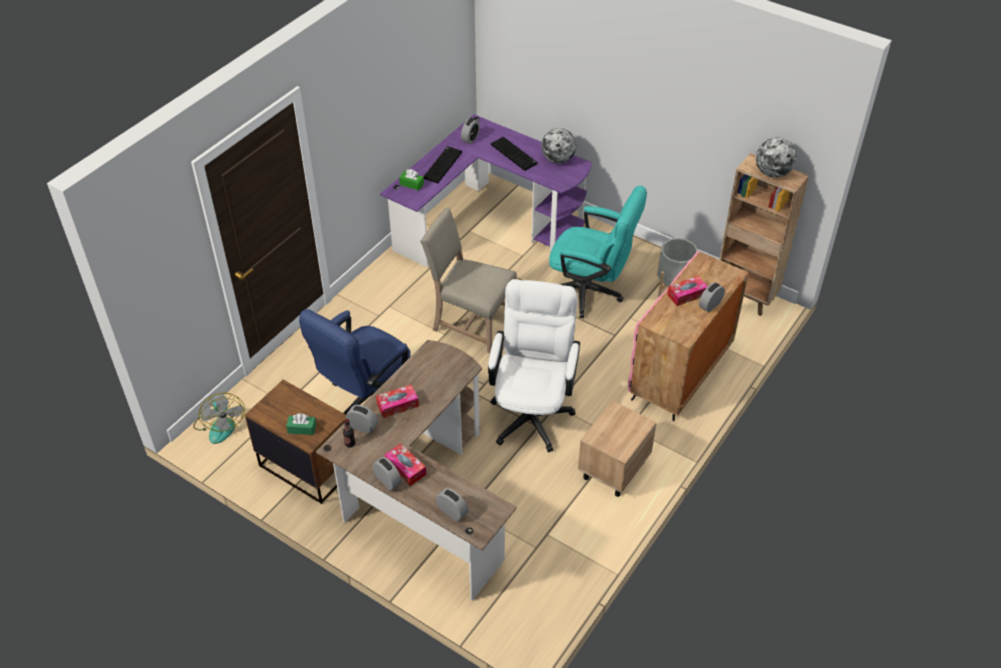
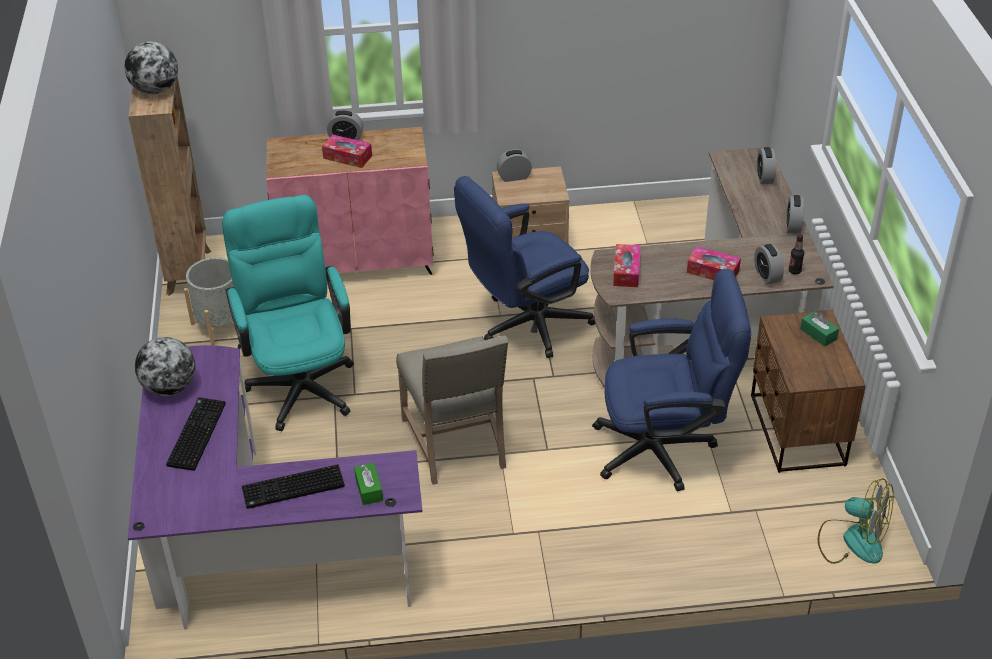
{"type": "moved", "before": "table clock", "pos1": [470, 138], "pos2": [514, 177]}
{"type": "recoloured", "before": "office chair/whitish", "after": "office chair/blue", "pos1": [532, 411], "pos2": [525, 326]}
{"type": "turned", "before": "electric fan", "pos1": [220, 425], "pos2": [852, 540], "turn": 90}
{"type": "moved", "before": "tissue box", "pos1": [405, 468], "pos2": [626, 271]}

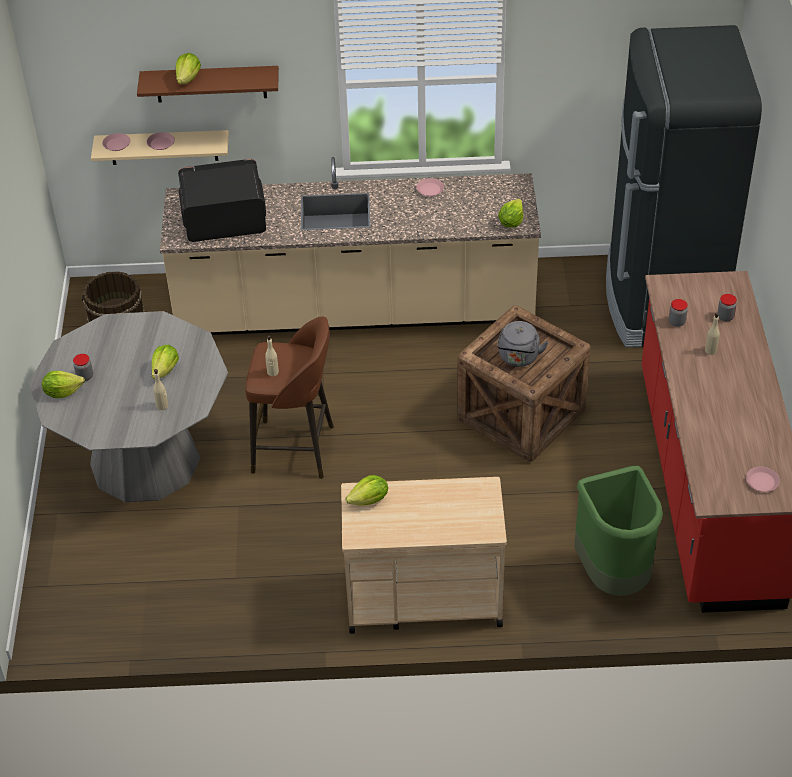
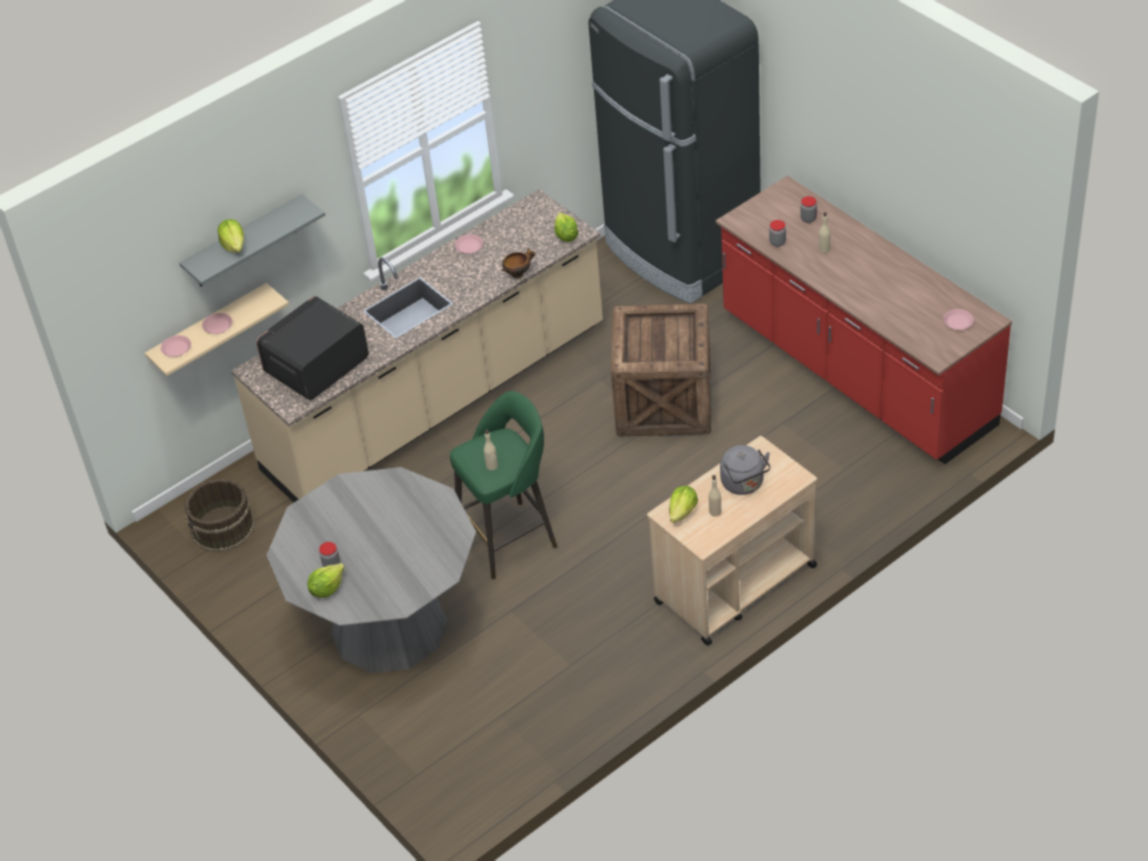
{"type": "recoloured", "before": "wall shelf/brownish", "after": "wall shelf/gray", "pos1": [210, 84], "pos2": [245, 243]}
{"type": "recoloured", "before": "sitting stool/brownish", "after": "sitting stool/green", "pos1": [296, 450], "pos2": [510, 539]}
{"type": "moved", "before": "tea kettle/gray", "pos1": [518, 358], "pos2": [744, 484]}
{"type": "removed", "before": "head of lettuce", "pos1": [165, 370]}
{"type": "moved", "before": "bottle/sand-coloured", "pos1": [162, 406], "pos2": [715, 512]}
{"type": "removed", "before": "waste bin/green", "pos1": [613, 575]}
{"type": "added", "after": "deep dish", "pos2": [518, 274]}

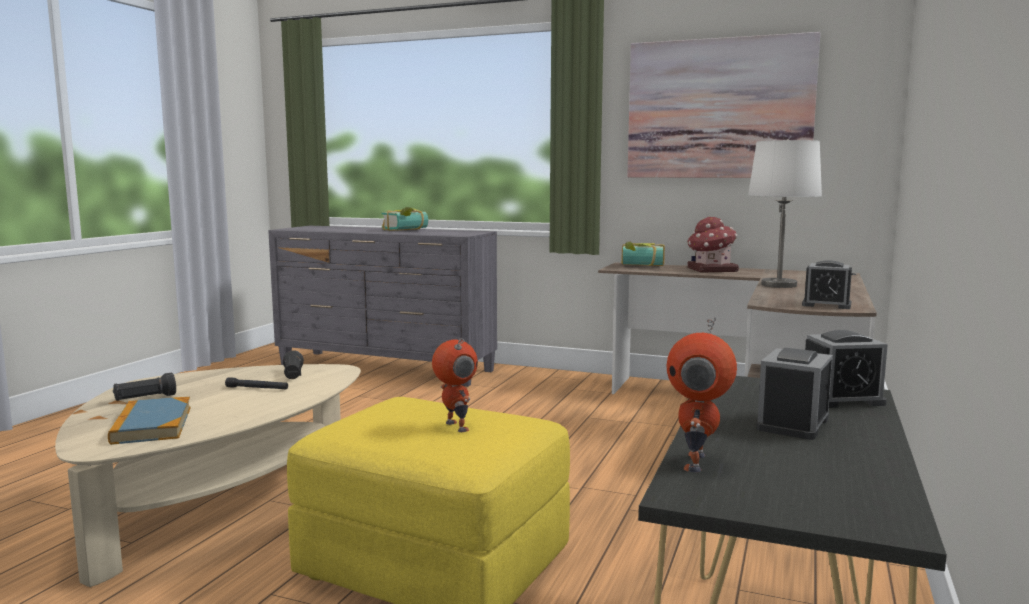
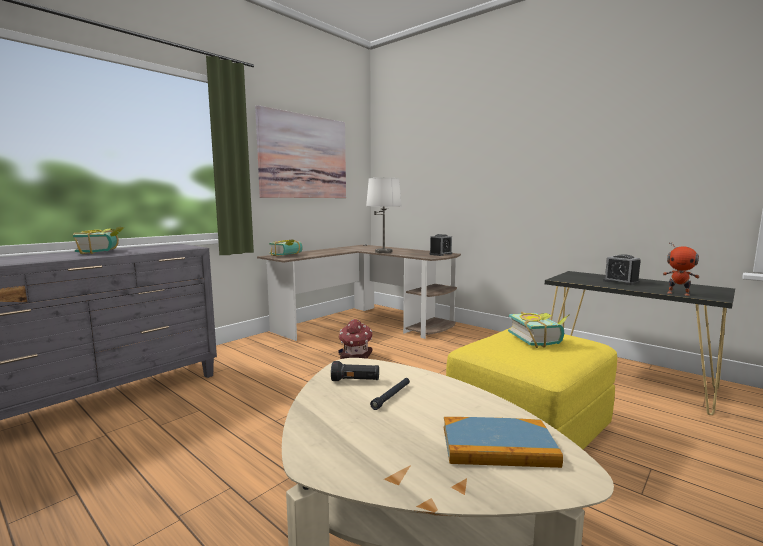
{"type": "moved", "before": "miniature house", "pos1": [711, 270], "pos2": [356, 356]}
{"type": "removed", "before": "table clock", "pos1": [841, 399]}
{"type": "replaced", "before": "robot figure", "after": "volume", "pos1": [455, 427], "pos2": [539, 339]}
{"type": "removed", "before": "hand torch/black-coloured", "pos1": [145, 399]}

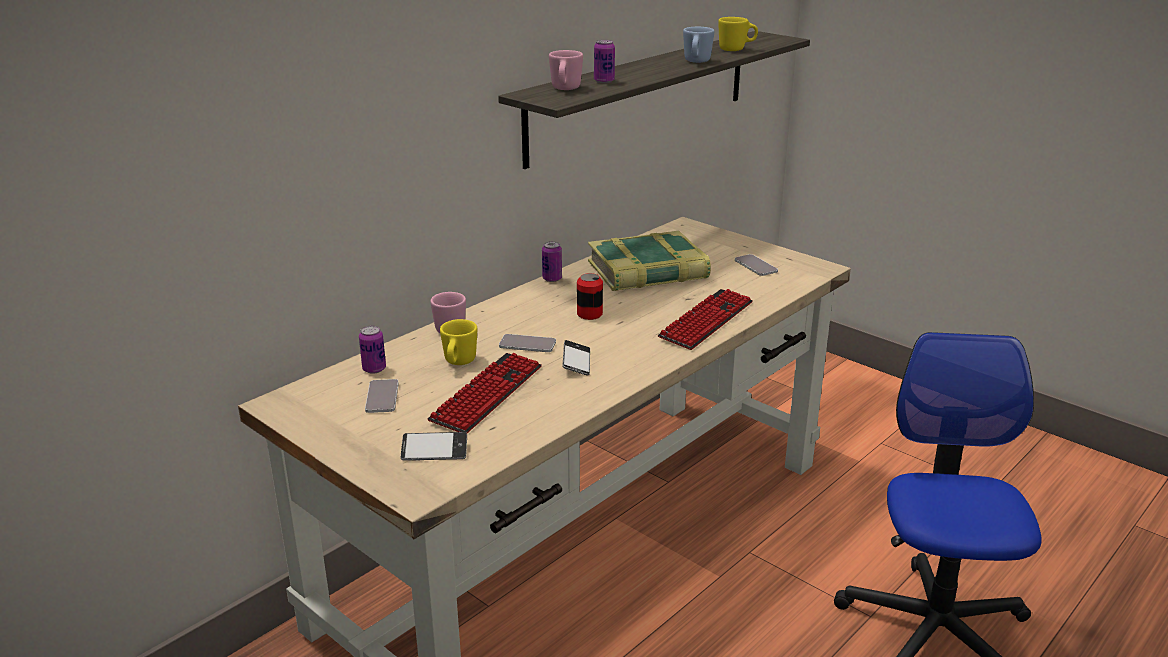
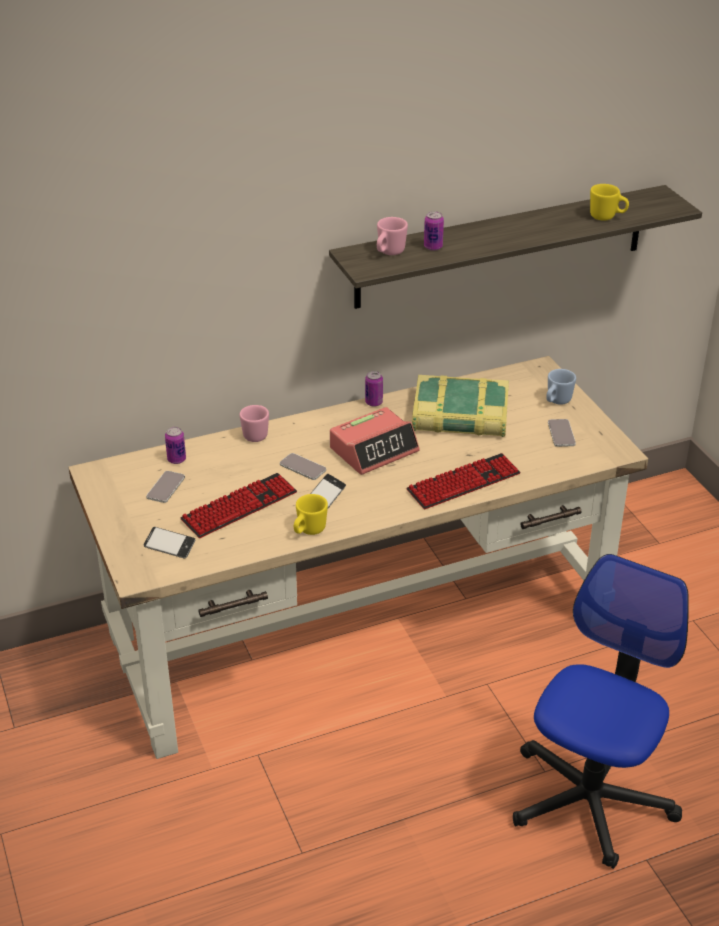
{"type": "moved", "before": "tea mug/blue", "pos1": [696, 62], "pos2": [556, 401]}
{"type": "replaced", "before": "sealed can", "after": "table clock", "pos1": [589, 314], "pos2": [374, 449]}
{"type": "moved", "before": "tea mug/yellowish", "pos1": [458, 363], "pos2": [308, 531]}

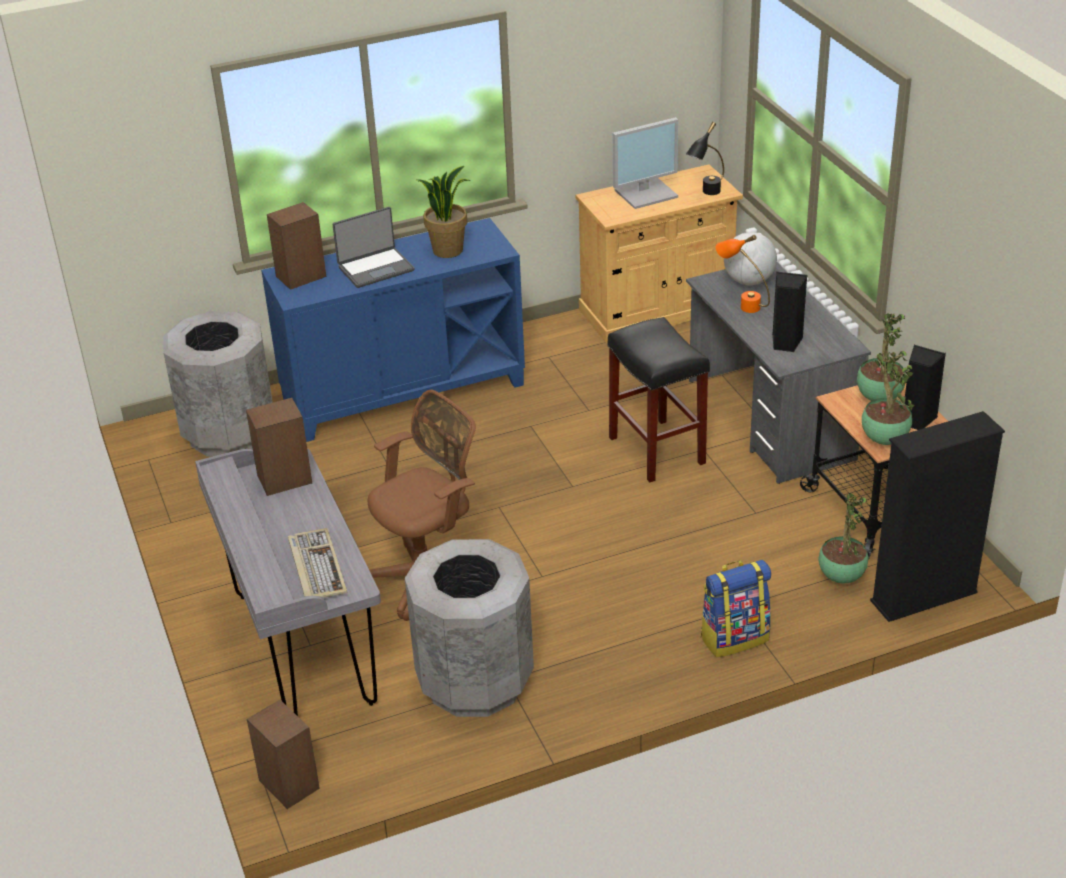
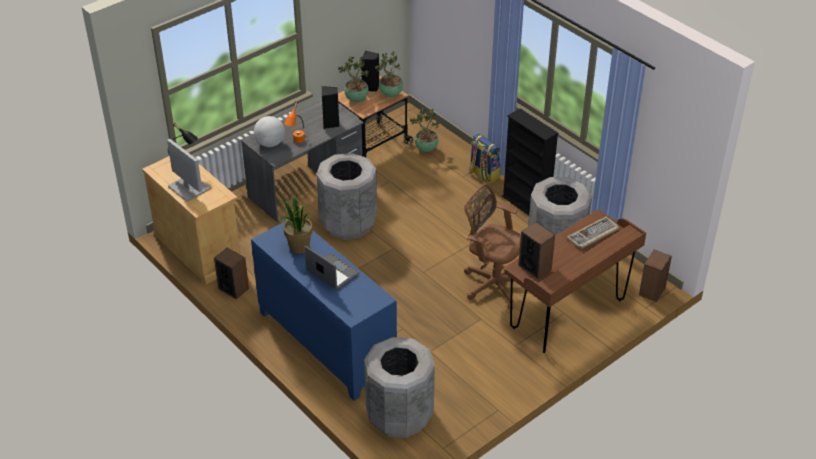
{"type": "moved", "before": "audio speaker", "pos1": [301, 276], "pos2": [233, 288]}
{"type": "replaced", "before": "sitting stool/black-coloured", "after": "waste bin/gray", "pos1": [655, 450], "pos2": [348, 224]}
{"type": "moved", "before": "shelving unit/black-coloured", "pos1": [923, 597], "pos2": [526, 205]}
{"type": "recoloured", "before": "desk table/gray", "after": "desk table/brownish", "pos1": [303, 649], "pos2": [568, 314]}

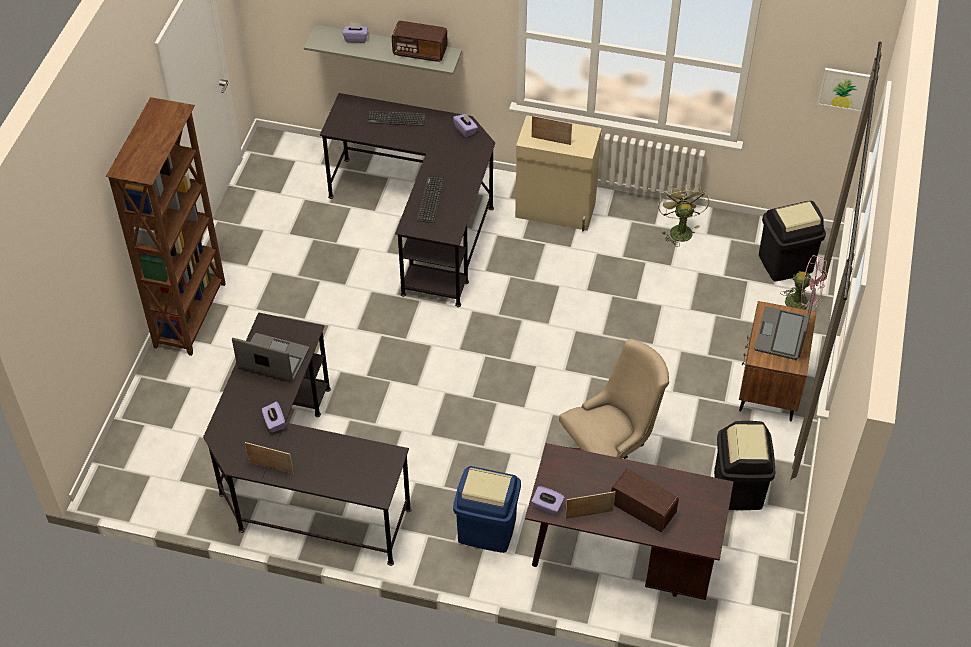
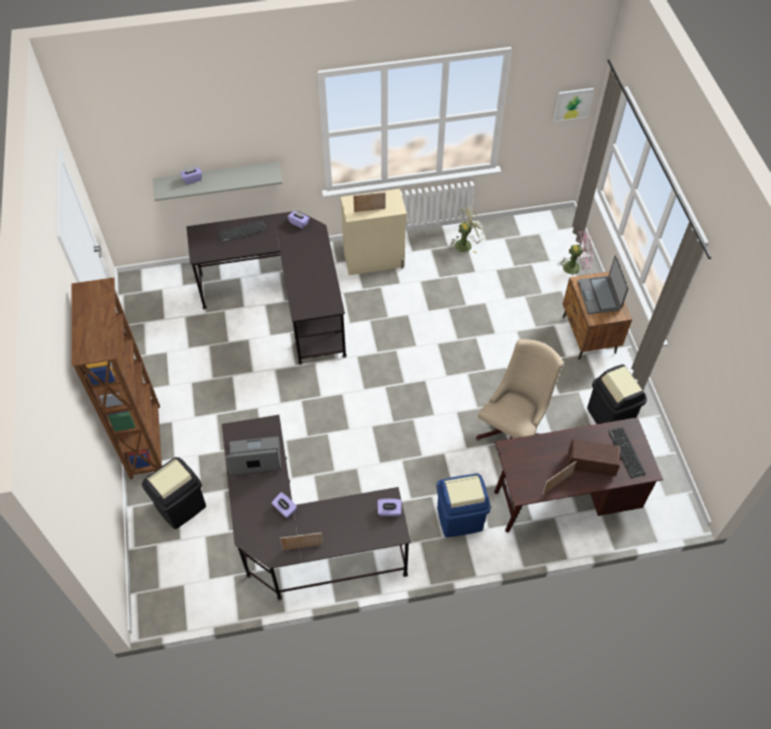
{"type": "removed", "before": "radio receiver", "pos1": [420, 52]}
{"type": "moved", "before": "PC keyboard", "pos1": [430, 200], "pos2": [626, 452]}
{"type": "turned", "before": "electric fan/green", "pos1": [679, 229], "pos2": [466, 244], "turn": 90}
{"type": "moved", "before": "waste bin/black-coloured", "pos1": [785, 263], "pos2": [181, 506]}
{"type": "moved", "before": "tissue box/purple-coloured", "pos1": [547, 506], "pos2": [389, 511]}

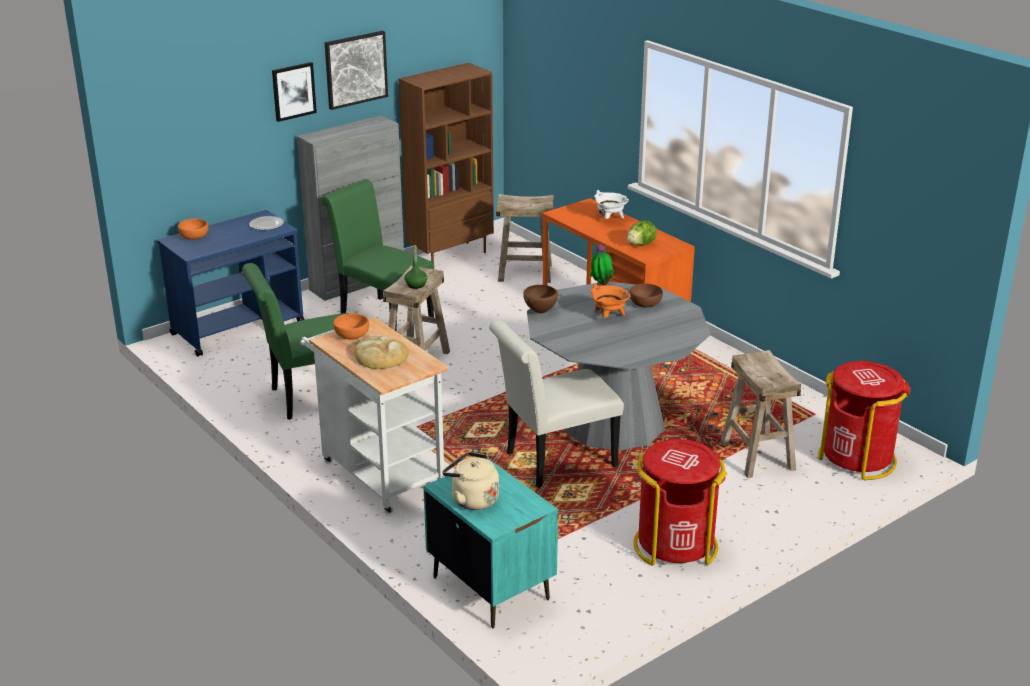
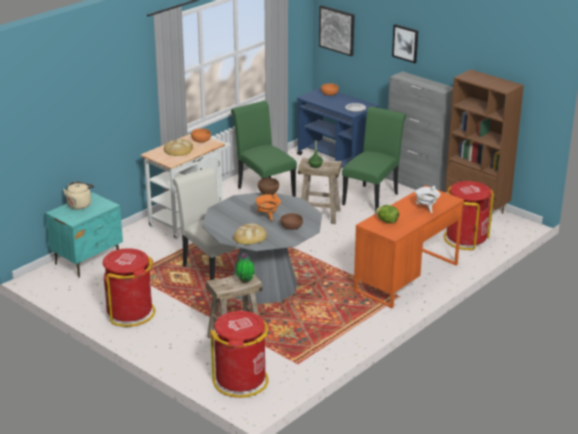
{"type": "moved", "before": "wall picture", "pos1": [355, 69], "pos2": [337, 30]}
{"type": "replaced", "before": "sitting stool/sand-coloured", "after": "waste bin/reddish", "pos1": [525, 273], "pos2": [465, 238]}
{"type": "moved", "before": "potted plant", "pos1": [601, 284], "pos2": [245, 281]}
{"type": "added", "after": "baked bread", "pos2": [250, 236]}

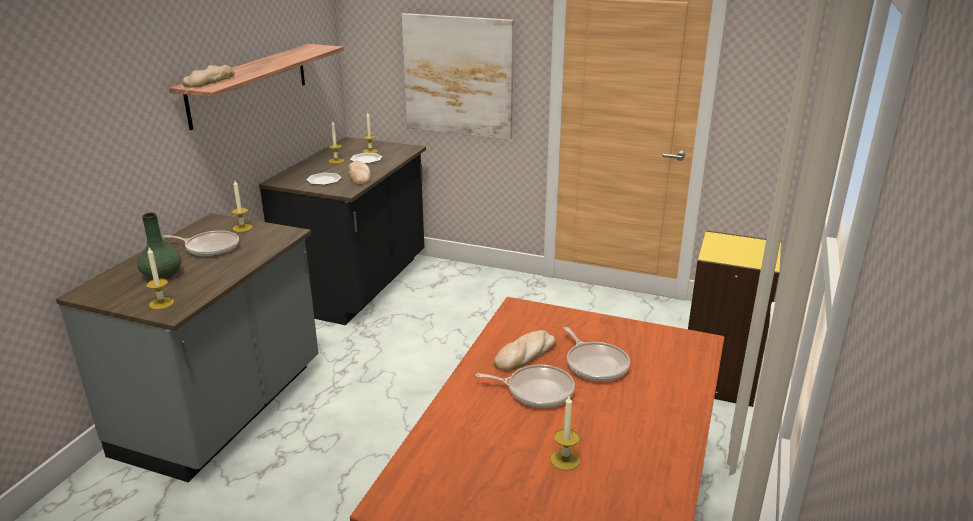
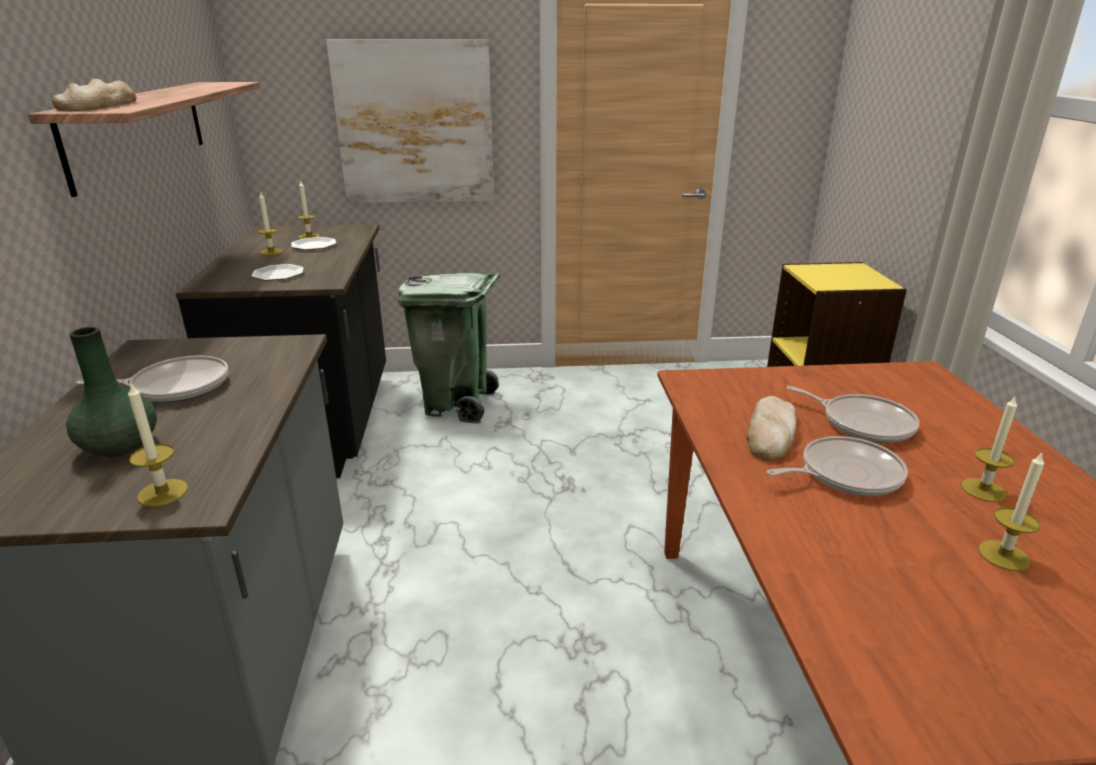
{"type": "removed", "before": "baked bread", "pos1": [359, 176]}
{"type": "moved", "before": "wax candle", "pos1": [242, 228], "pos2": [983, 490]}
{"type": "added", "after": "waste bin/green", "pos2": [457, 404]}

